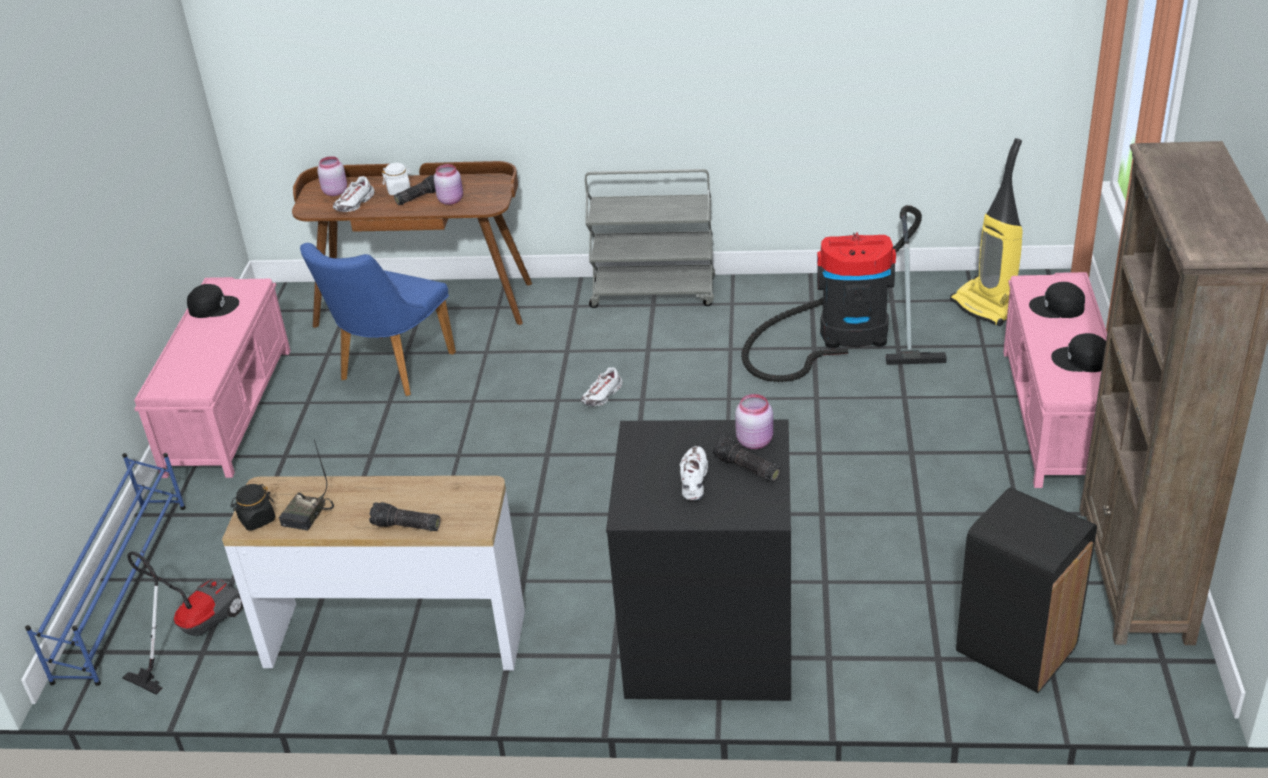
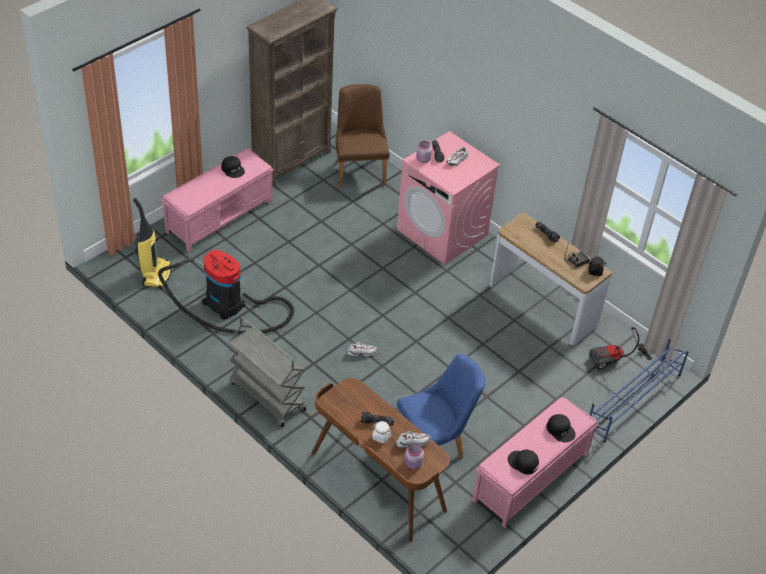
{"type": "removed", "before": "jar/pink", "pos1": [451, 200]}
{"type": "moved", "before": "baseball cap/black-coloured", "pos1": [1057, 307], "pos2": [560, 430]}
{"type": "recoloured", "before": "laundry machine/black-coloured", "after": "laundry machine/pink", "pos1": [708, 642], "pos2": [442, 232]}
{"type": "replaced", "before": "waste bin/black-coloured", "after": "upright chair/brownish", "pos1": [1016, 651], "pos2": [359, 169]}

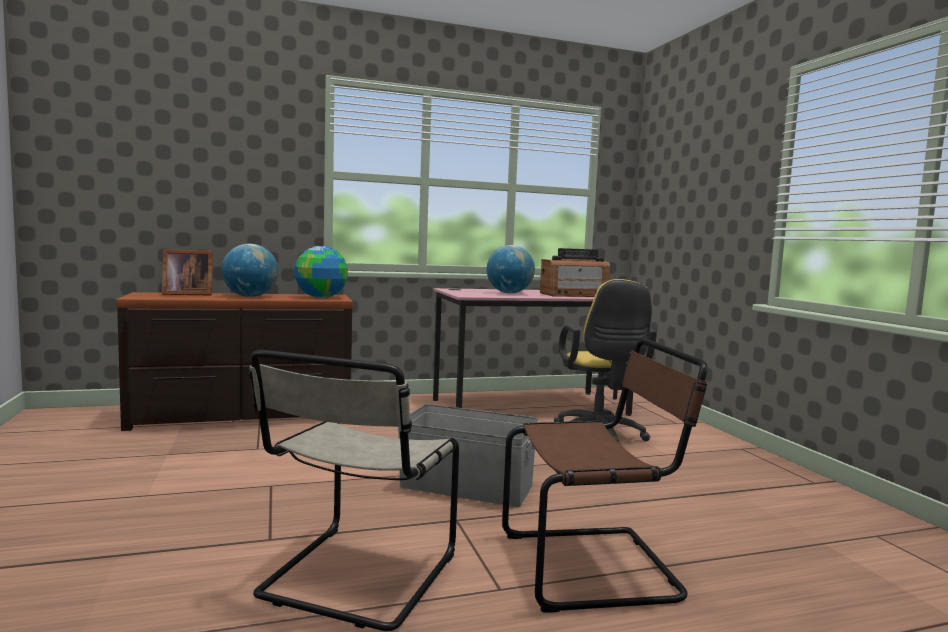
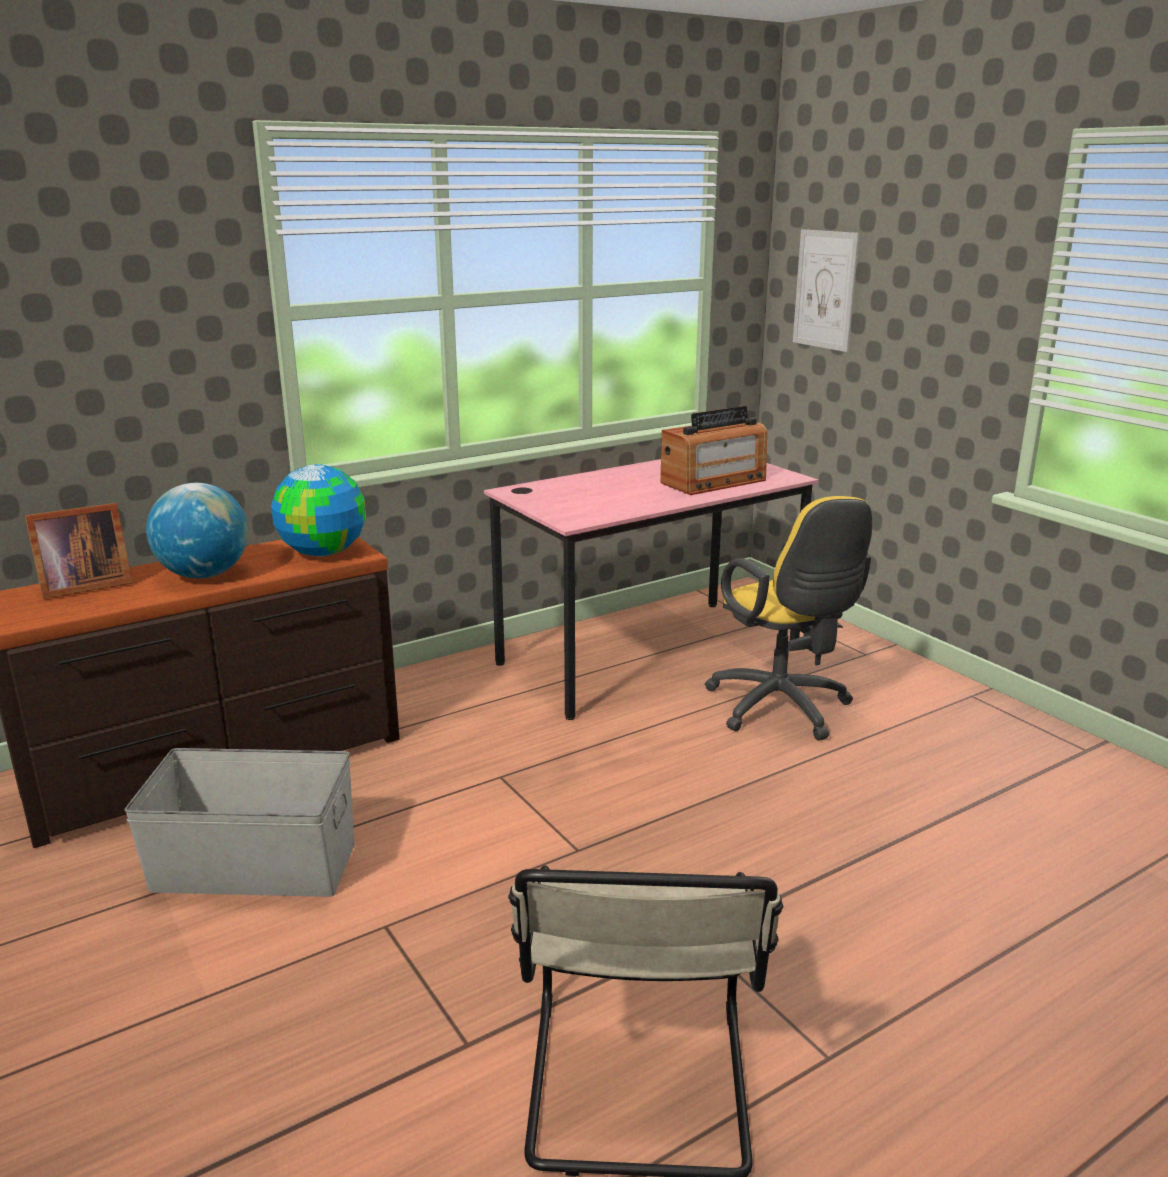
{"type": "removed", "before": "world globe", "pos1": [509, 293]}
{"type": "removed", "before": "upright chair/brownish", "pos1": [595, 566]}
{"type": "moved", "before": "storage box/gray", "pos1": [466, 485], "pos2": [254, 866]}
{"type": "added", "after": "wall picture", "pos2": [825, 290]}

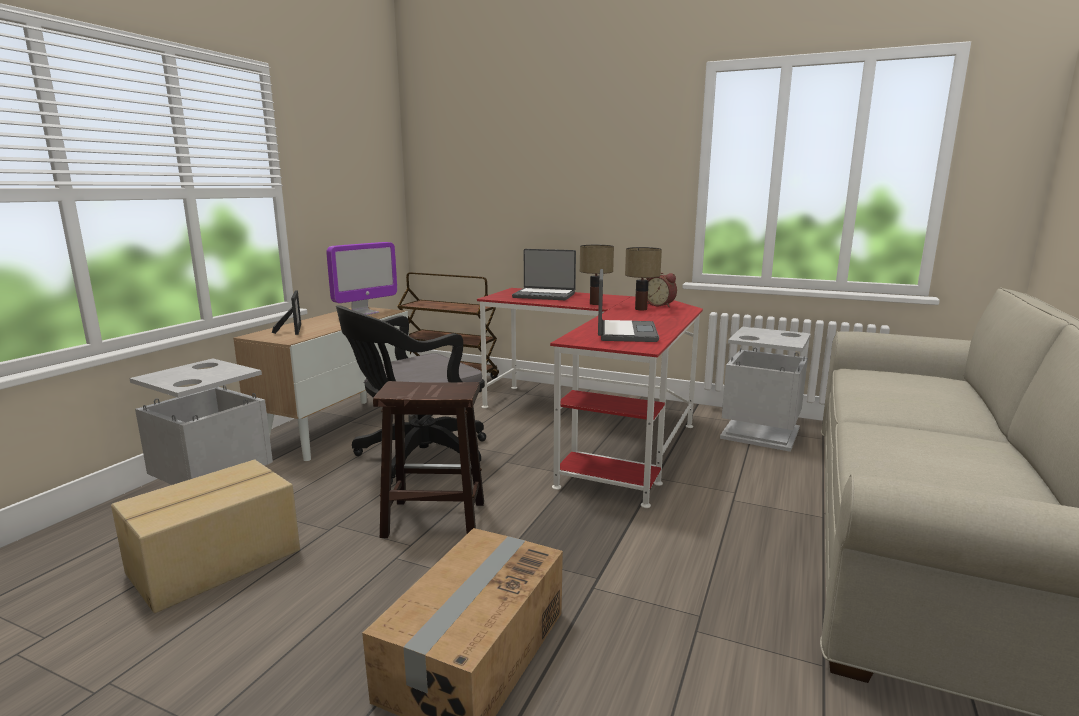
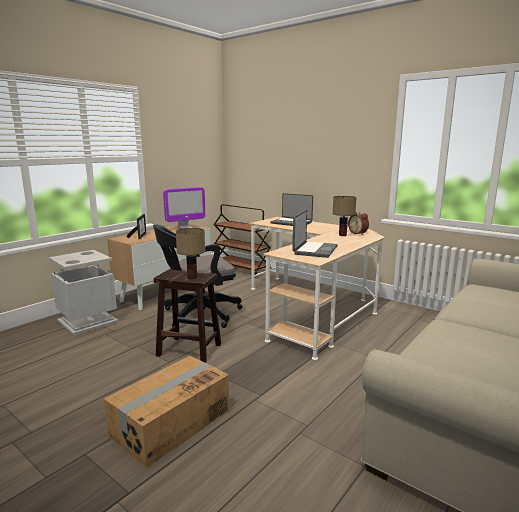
{"type": "moved", "before": "table lamp", "pos1": [594, 303], "pos2": [191, 277]}
{"type": "recoloured", "before": "desk table/reddish", "after": "desk table/sand-coloured", "pos1": [597, 428], "pos2": [314, 308]}
{"type": "removed", "before": "waste bin/gray", "pos1": [761, 433]}
{"type": "removed", "before": "packing box", "pos1": [216, 562]}

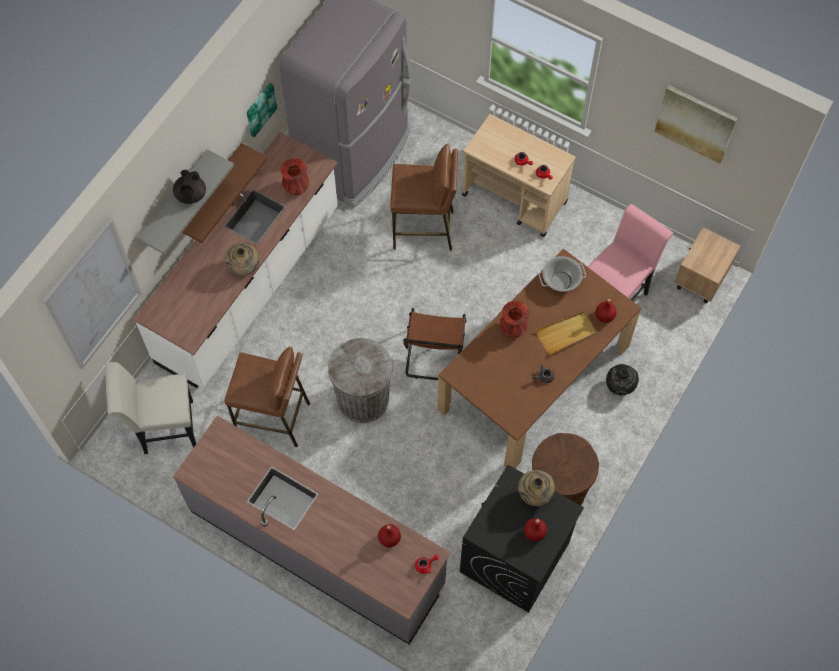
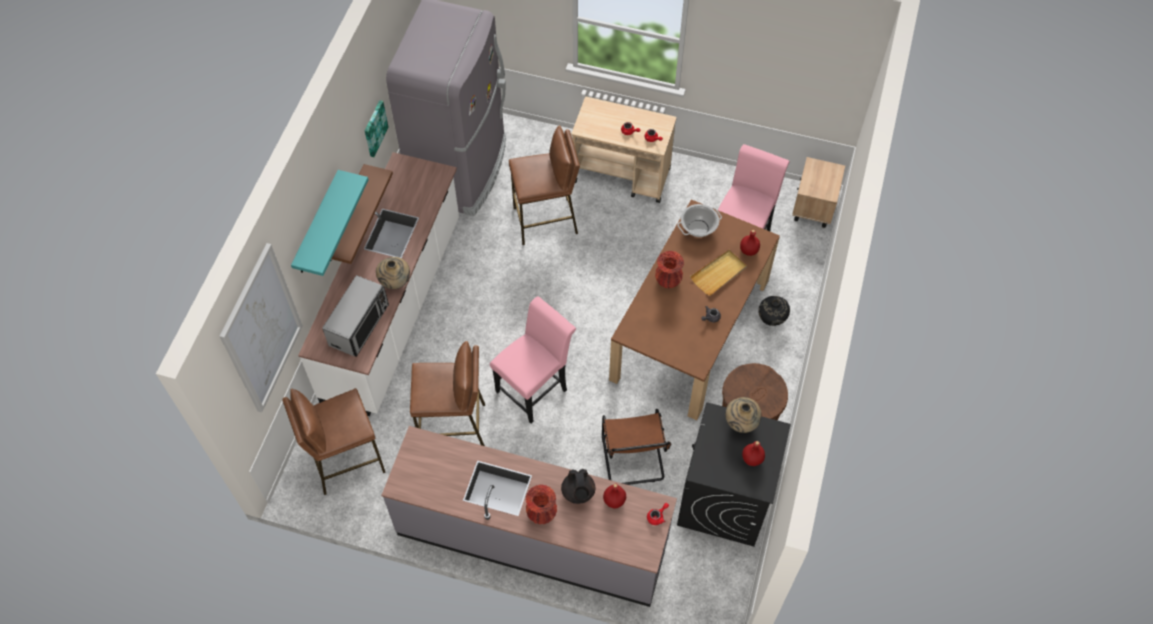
{"type": "removed", "before": "wall picture", "pos1": [695, 123]}
{"type": "recoloured", "before": "wall shelf/gray", "after": "wall shelf/turquoise", "pos1": [174, 200], "pos2": [317, 224]}
{"type": "moved", "before": "decorative vase/reddish", "pos1": [296, 188], "pos2": [541, 513]}
{"type": "moved", "before": "teapot/black-coloured", "pos1": [191, 195], "pos2": [578, 492]}
{"type": "moved", "before": "upright chair/brownish", "pos1": [434, 357], "pos2": [633, 460]}
{"type": "replaced", "before": "waste bin/gray", "after": "upright chair/pink", "pos1": [363, 399], "pos2": [535, 387]}
{"type": "replaced", "before": "upright chair/whitish", "after": "sitting stool/brownish", "pos1": [163, 428], "pos2": [346, 461]}
{"type": "added", "after": "microwave oven", "pos2": [359, 325]}

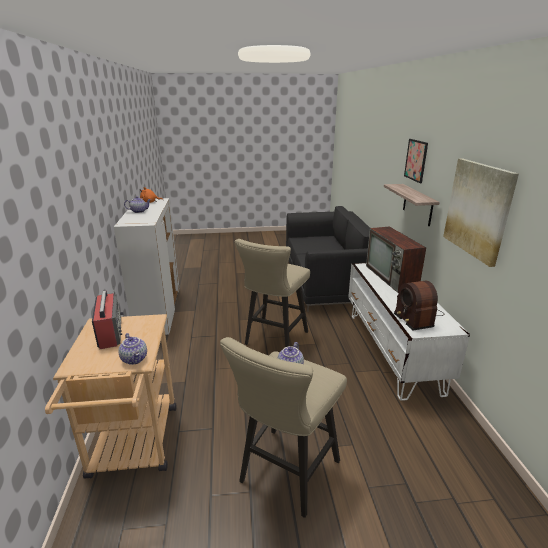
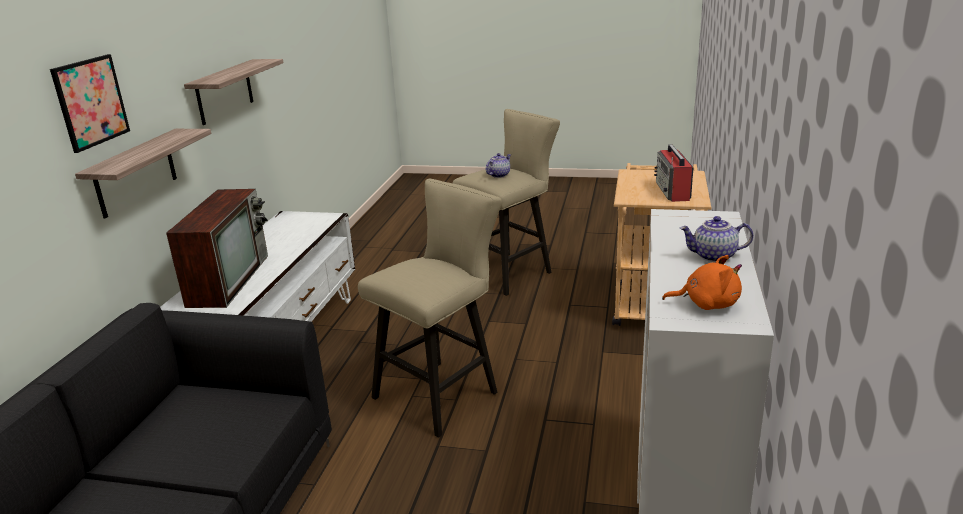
{"type": "replaced", "before": "wall picture", "after": "wall shelf", "pos1": [478, 209], "pos2": [224, 92]}
{"type": "removed", "before": "radio receiver", "pos1": [417, 316]}
{"type": "removed", "before": "teapot", "pos1": [135, 359]}

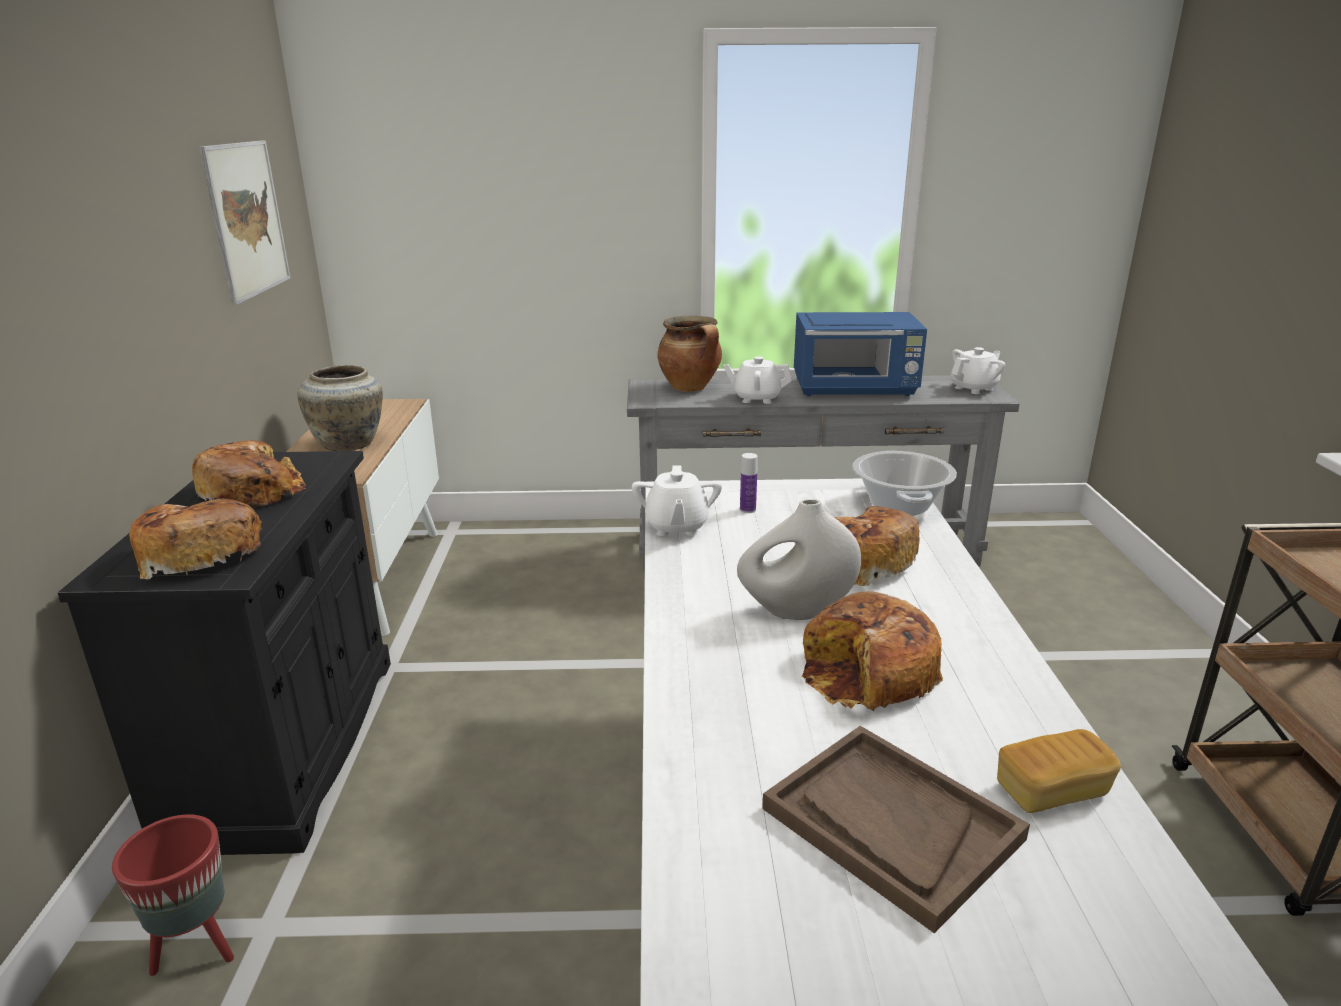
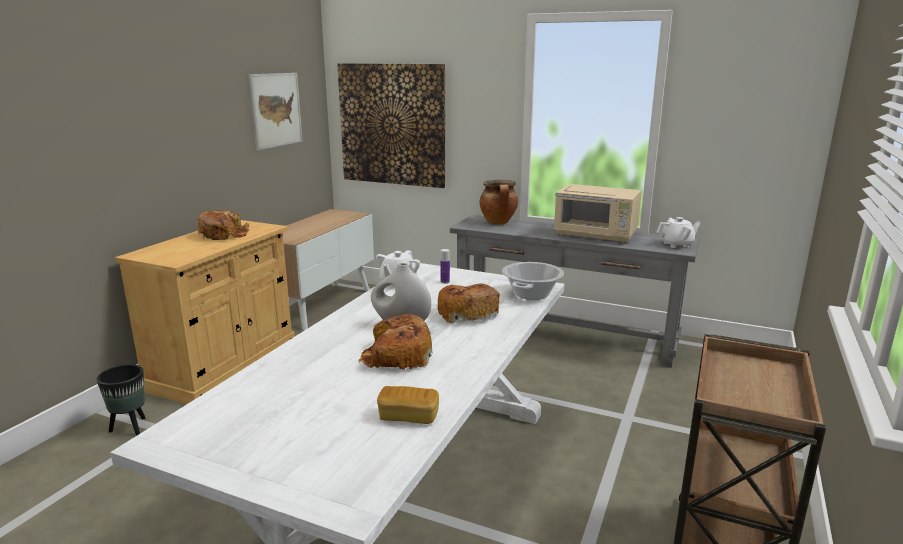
{"type": "recoloured", "before": "microwave oven/blue", "after": "microwave oven/sand-coloured", "pos1": [855, 389], "pos2": [596, 235]}
{"type": "removed", "before": "teapot/whitish", "pos1": [756, 398]}
{"type": "removed", "before": "decorative vase/sand-coloured", "pos1": [349, 444]}
{"type": "recoloured", "before": "cupboard/black-coloured", "after": "cupboard/sand-coloured", "pos1": [287, 746], "pos2": [224, 365]}
{"type": "removed", "before": "baked bread", "pos1": [199, 554]}
{"type": "removed", "before": "carrying tray/brownish", "pos1": [890, 824]}
{"type": "recoloured", "before": "planter/reddish", "after": "planter/black-coloured", "pos1": [196, 949], "pos2": [130, 428]}
{"type": "added", "after": "wall picture", "pos2": [392, 125]}

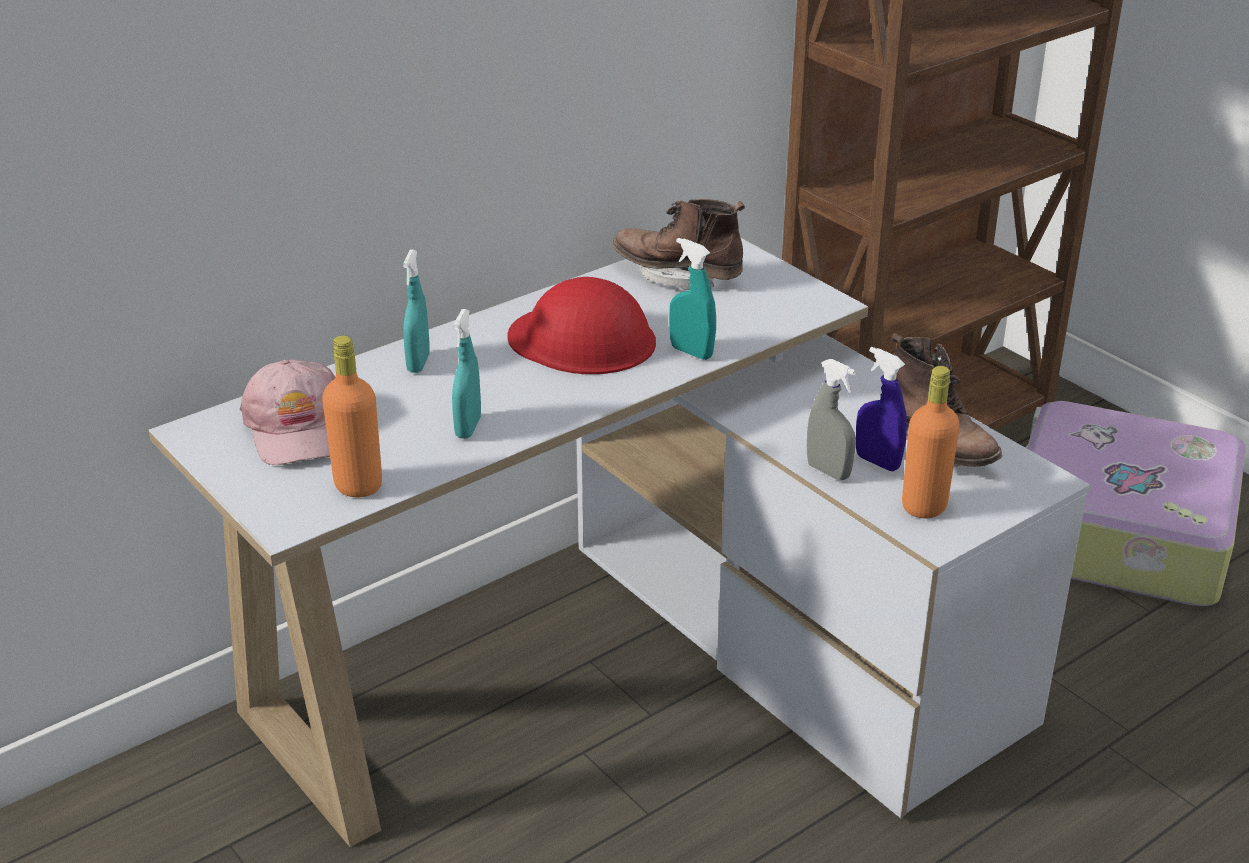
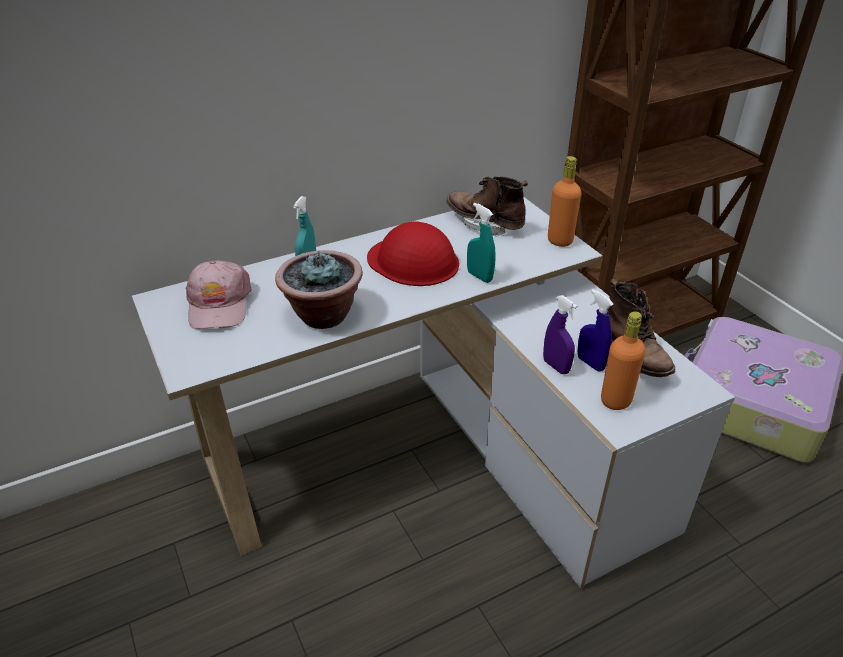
{"type": "replaced", "before": "sprayer/turquoise", "after": "potted plant", "pos1": [468, 428], "pos2": [323, 315]}
{"type": "moved", "before": "bottle/orange", "pos1": [358, 485], "pos2": [560, 241]}
{"type": "recoloured", "before": "sprayer/gray", "after": "sprayer/purple-coloured", "pos1": [828, 471], "pos2": [556, 366]}

